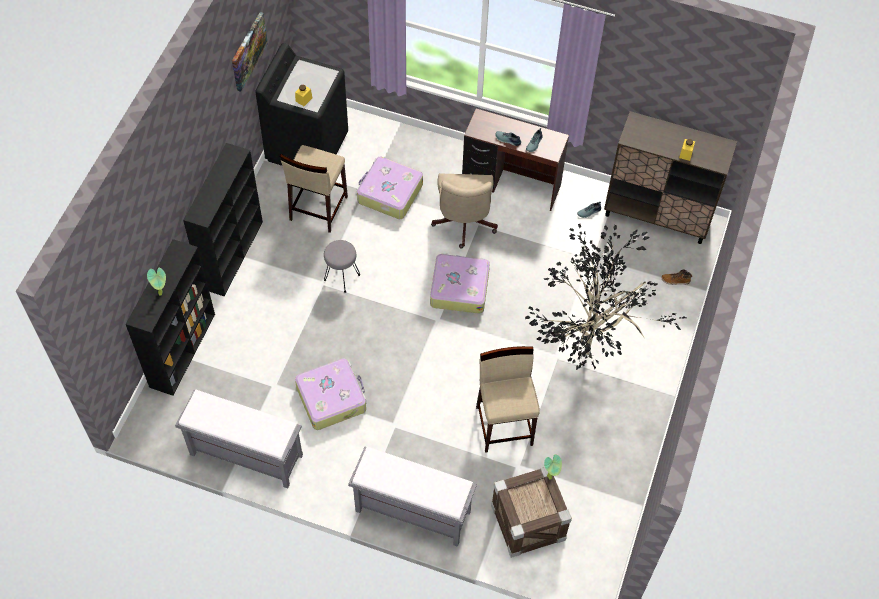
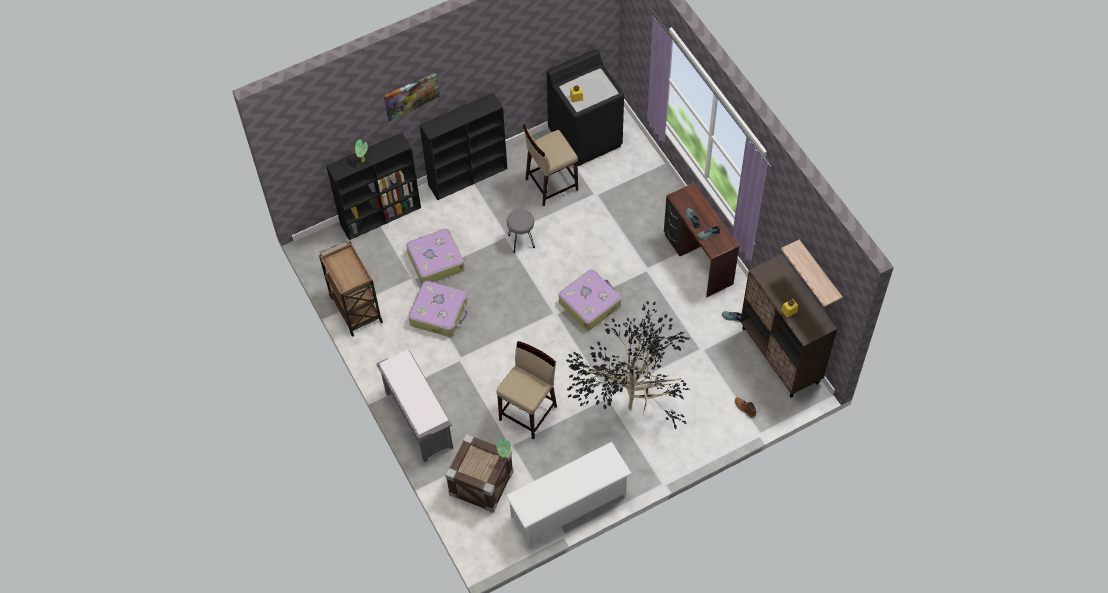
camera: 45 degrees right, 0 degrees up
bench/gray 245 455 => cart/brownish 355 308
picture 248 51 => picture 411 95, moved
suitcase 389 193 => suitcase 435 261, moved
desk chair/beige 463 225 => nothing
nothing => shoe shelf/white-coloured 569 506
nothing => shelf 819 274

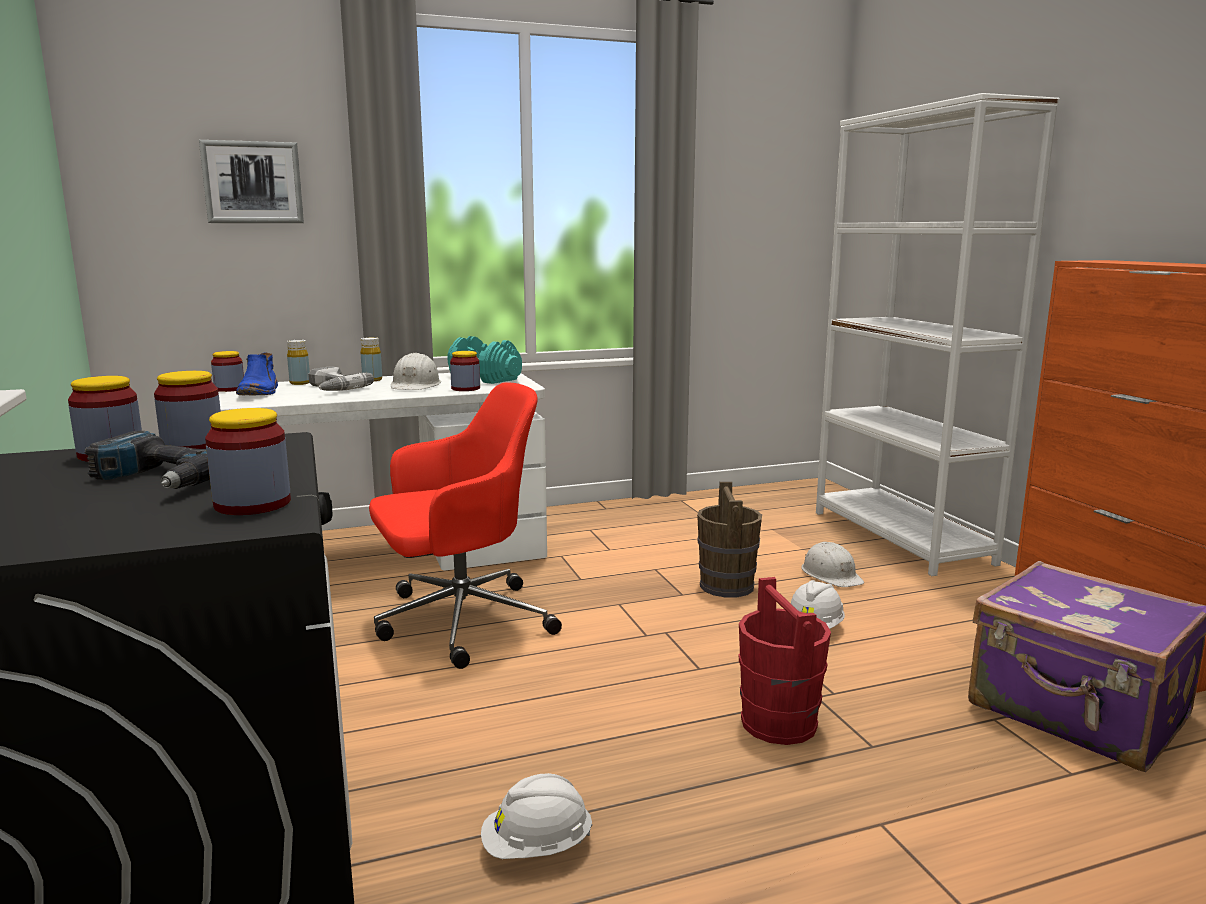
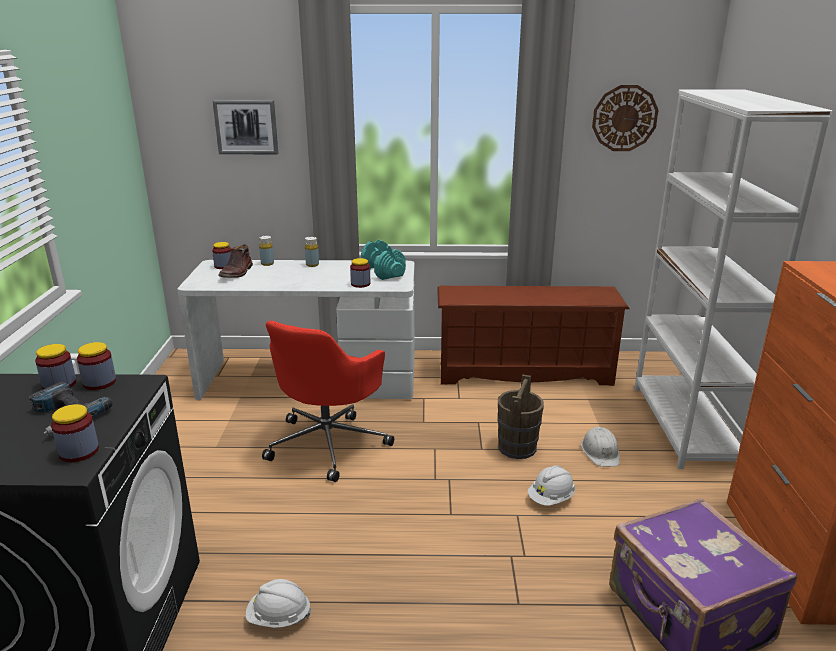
camera: 20 degrees right, 10 degrees up
high-top boot/blue 259 392 => high-top boot/brownish 237 272
electric drill 331 388 => nothing
desk chair/red 459 622 => desk chair/red 329 443, 120 degrees clockwise
hard hat/white-coloured 416 385 => nothing
water bucket/red 778 722 => nothing
nothing => shoe shelf/brownish 524 372
nothing => wall clock 624 118

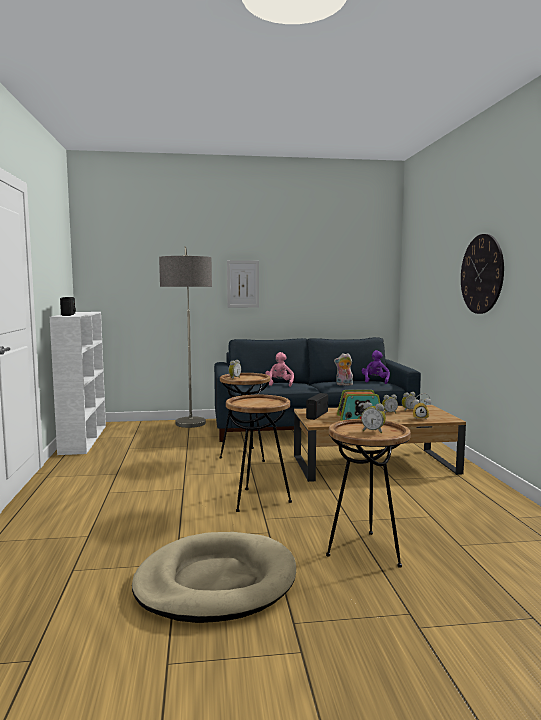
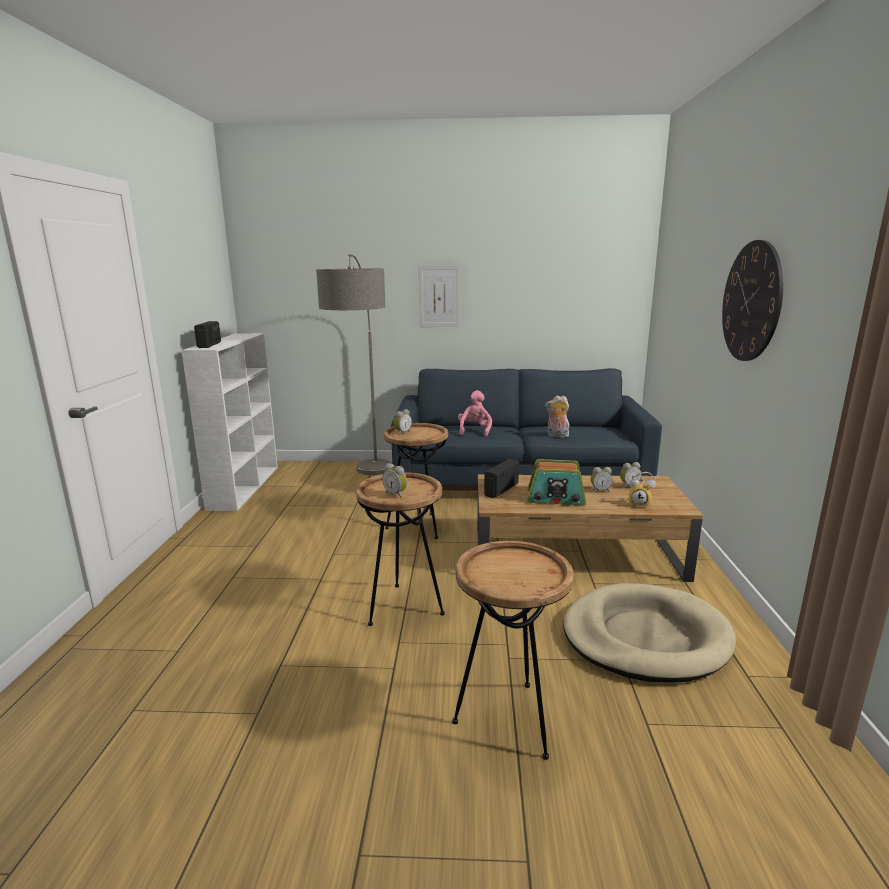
camera: 10 degrees right, 10 degrees up
pet bed/beige 215 582 => pet bed/beige 645 637, moved
alarm clock 373 431 => alarm clock 396 494, moved
soft toy/purple-coloured 375 381 => nothing

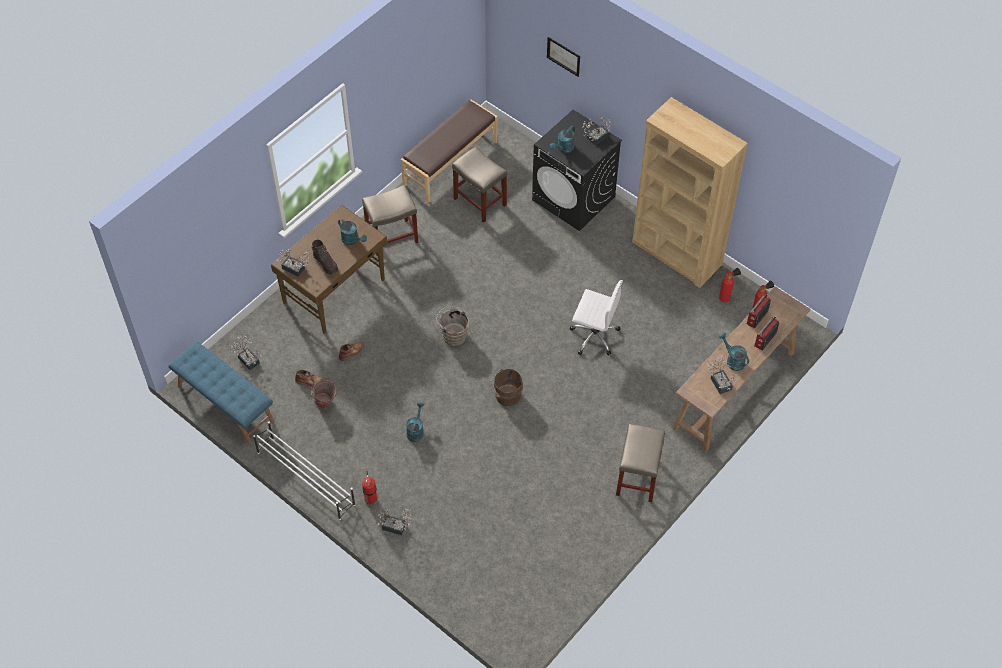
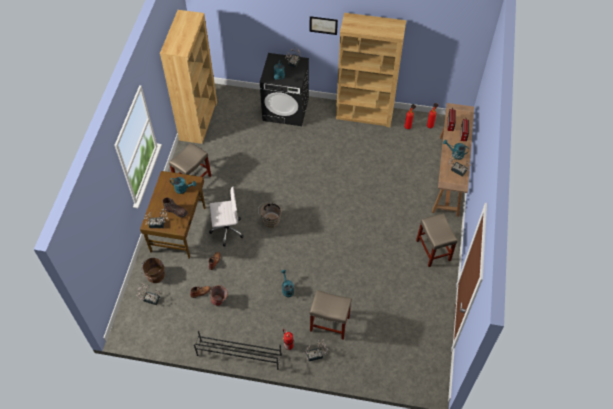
camera: 30 degrees left, 0 degrees up
bench/blue 225 403 => nothing
shoe shelf/white-coloured 305 478 => shoe shelf/black-coloured 238 355
bench/brownish 450 162 => bookcase/brownish 198 120
stool/beige 479 201 => stool/beige 329 324, moved
water bucket/brownish 506 395 => water bucket/brownish 155 275, moved
picture 563 56 => picture 323 25, moved
desk chair/white-coloured 593 335 => desk chair/white-coloured 226 230, moved

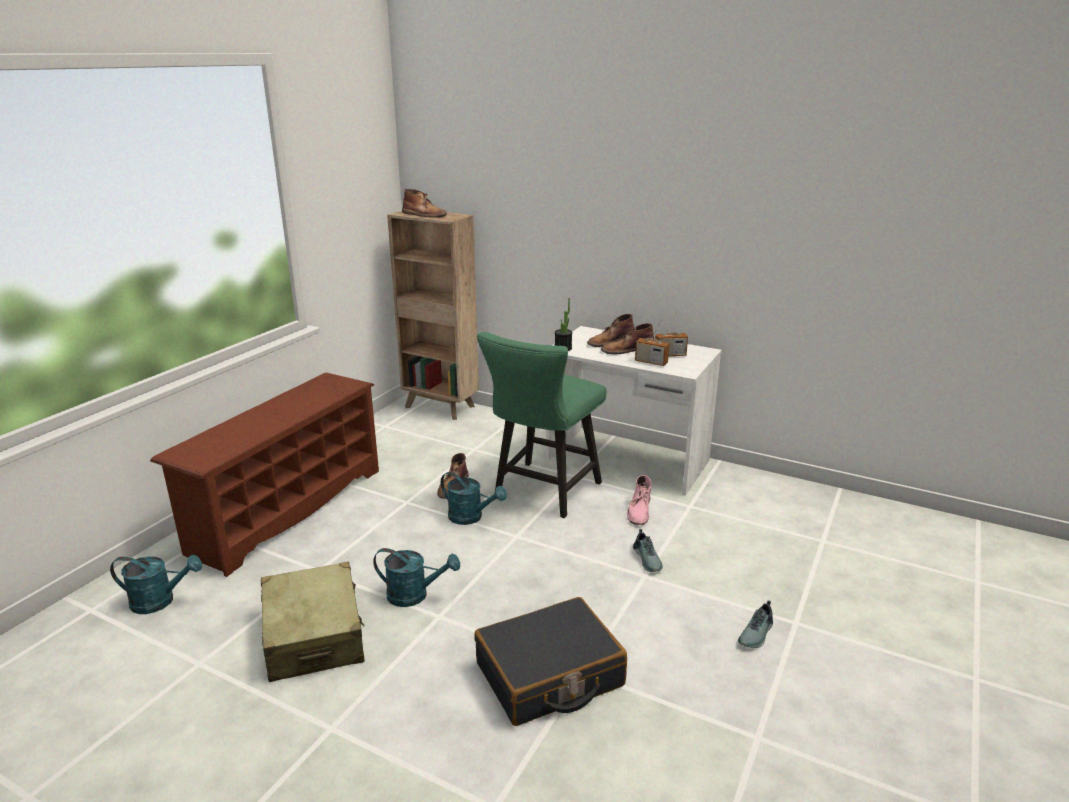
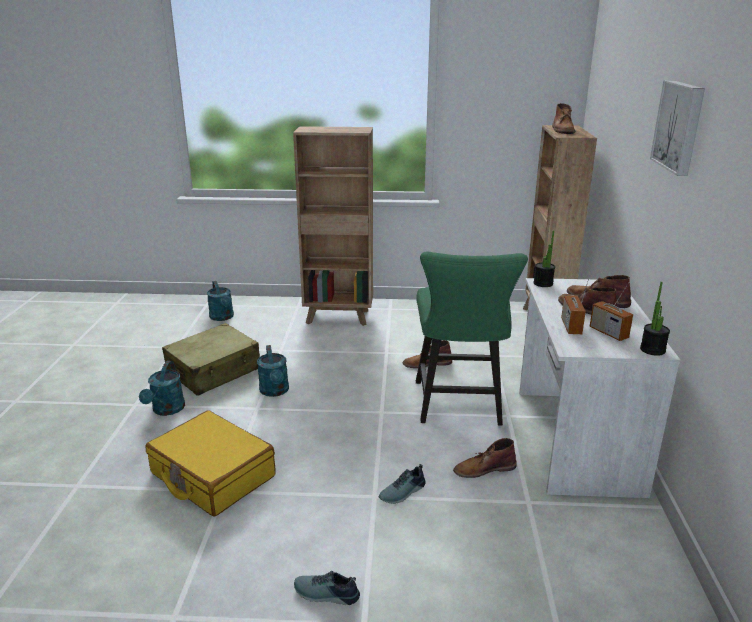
camera: 65 degrees right, 0 degrees up
shoe shelf/brownish 287 509 => bookcase/brownish 339 317
watering can/blue-green 471 517 => watering can/blue-green 166 410, moved
suitcase/black-coloured 549 675 => suitcase/yellowish 212 475
chair/green 542 493 => chair/green 459 407, 90 degrees counterclockwise
high-top boot/pinkish 639 511 => high-top boot/brownish 484 469
nothing => potted plant 652 350
nothing => picture 680 126

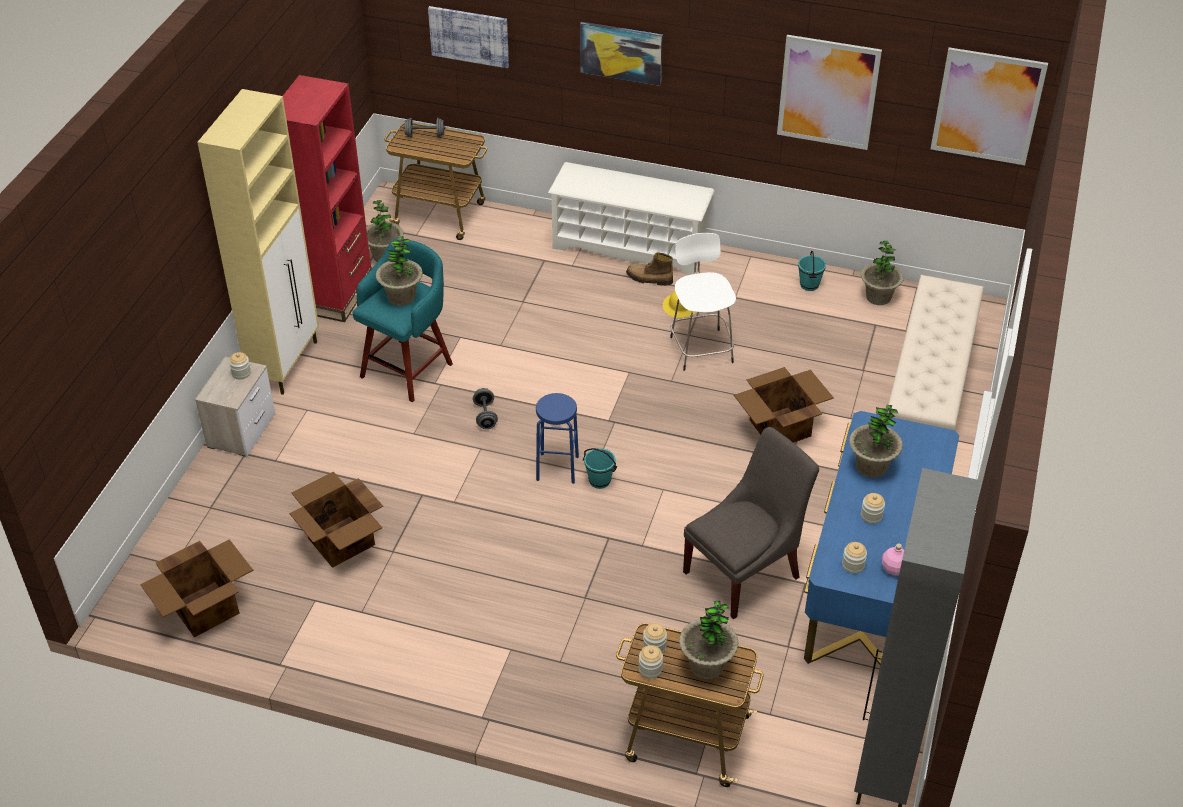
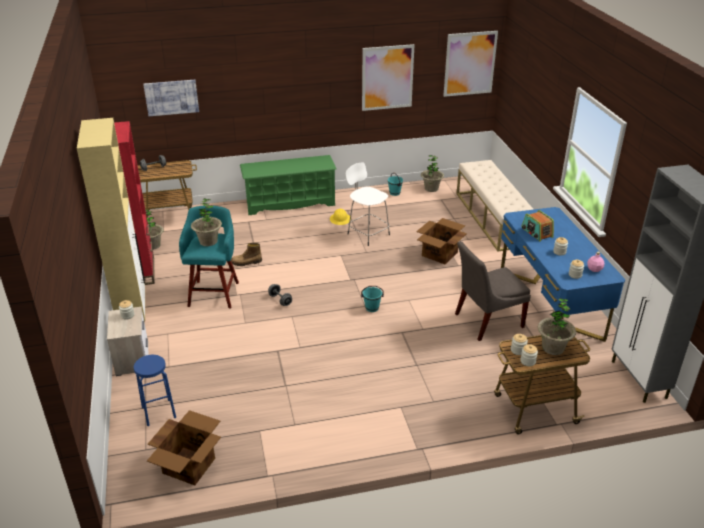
camera: 30 degrees left, 10 degrees down
cardboard box 341 542 => nothing
stool/blue 557 468 => stool/blue 158 412, moved
shoe shelf/white-coloured 630 247 => shoe shelf/green 290 203
picture 621 52 => nothing
high-top boot 649 279 => high-top boot 246 263, moved
chair/gray 745 572 => chair/gray 486 321, 135 degrees counterclockwise
potted plant 871 467 => radio set 536 232

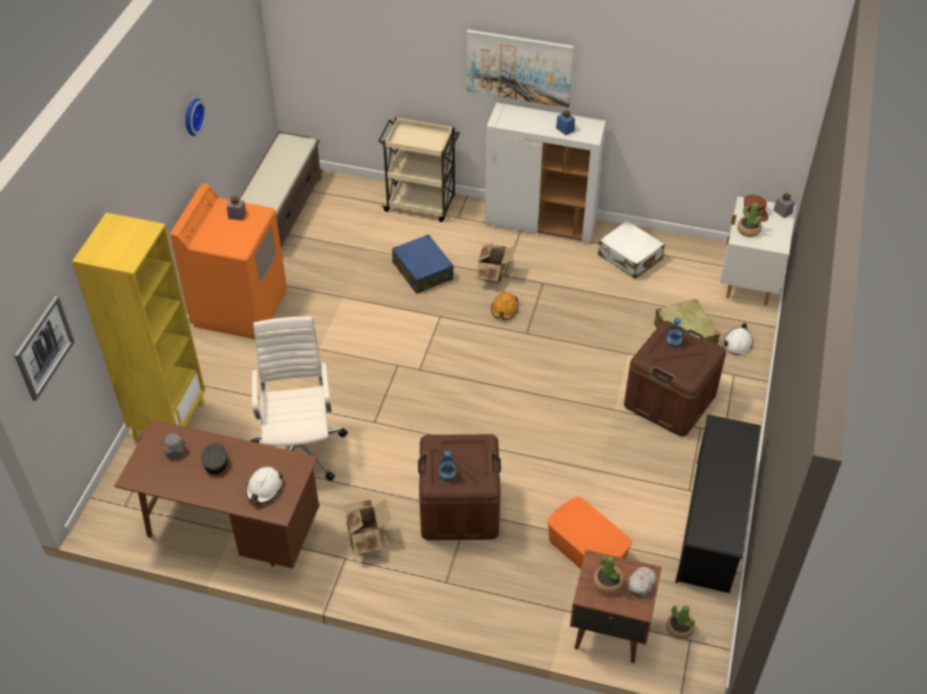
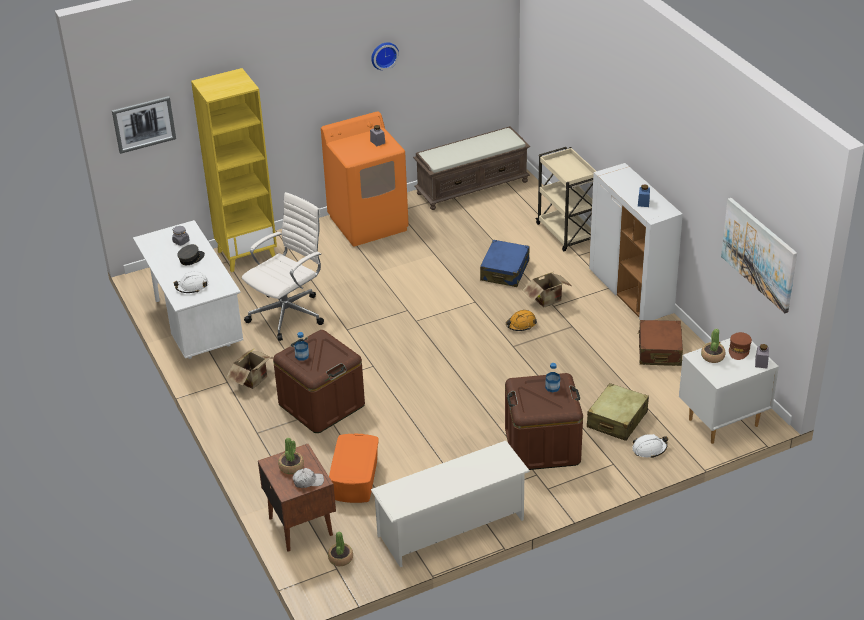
camera: 50 degrees right, 10 degrees down
desk table/brownish 231 531 => desk table/white-coloured 195 327
picture 519 67 => picture 759 254, moved
suitcase/white-coloured 630 257 => suitcase/brownish 659 351
shoe shelf/black-coloured 712 525 => shoe shelf/white-coloured 451 528

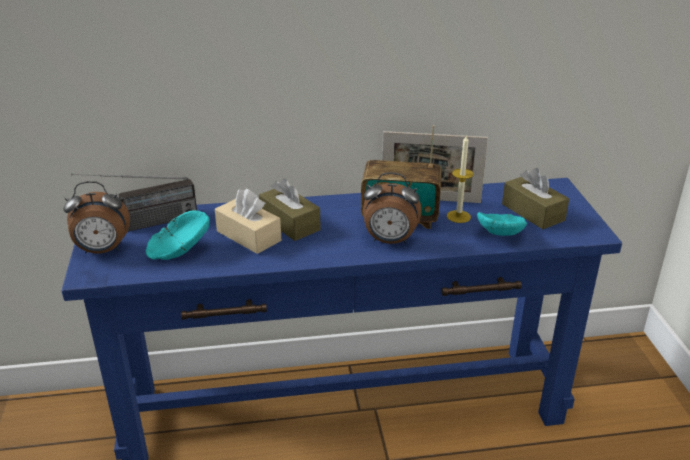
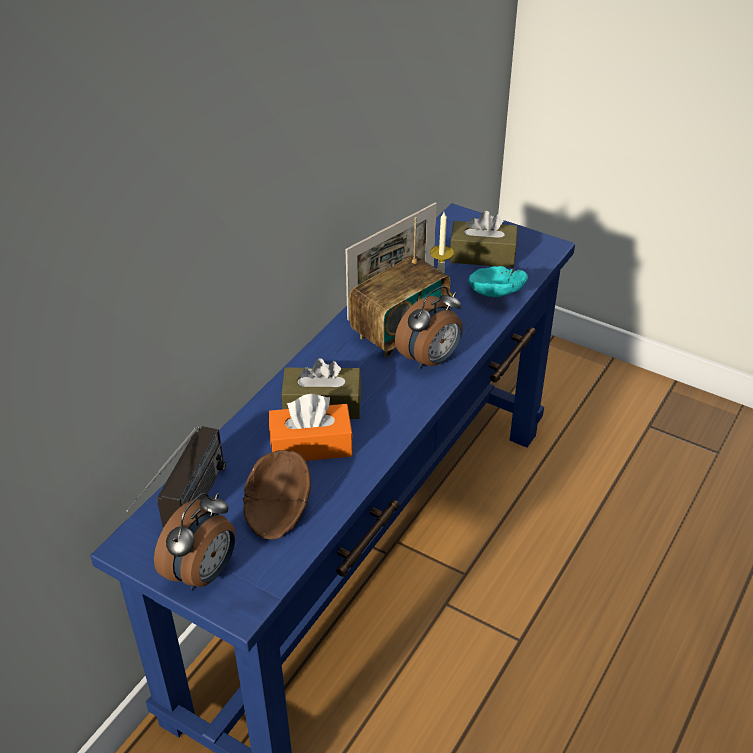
camera: 50 degrees left, 10 degrees up
serving bowl/blue-green 178 250 => serving bowl/brownish 276 511
tissue box/beige 248 236 => tissue box/orangey 311 445

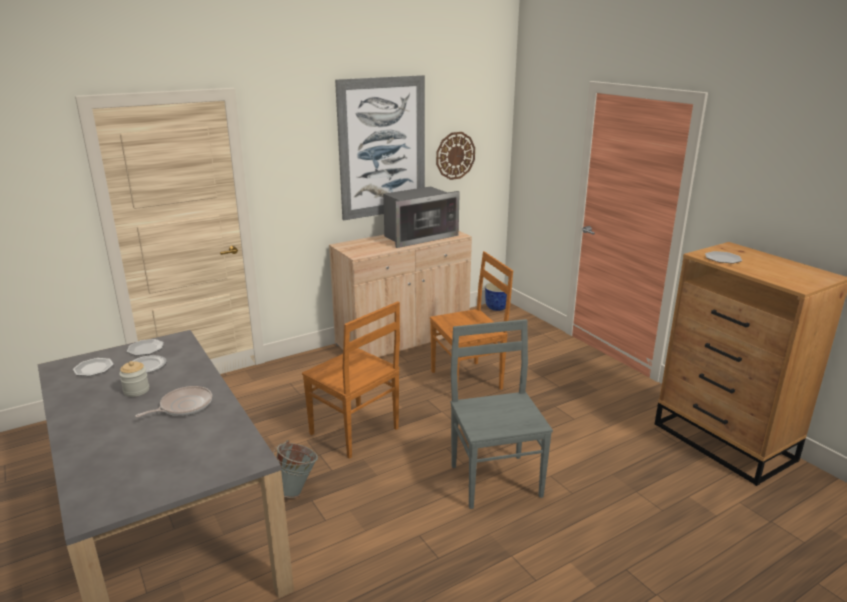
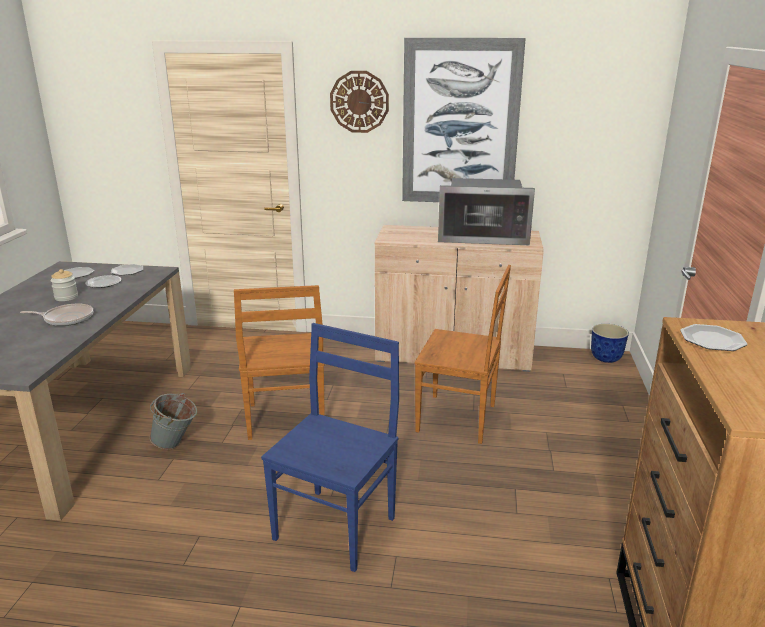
camera: 40 degrees right, 0 degrees up
wall clock 455 155 => wall clock 359 102, moved
chair/gray 495 479 => chair/blue 336 526

